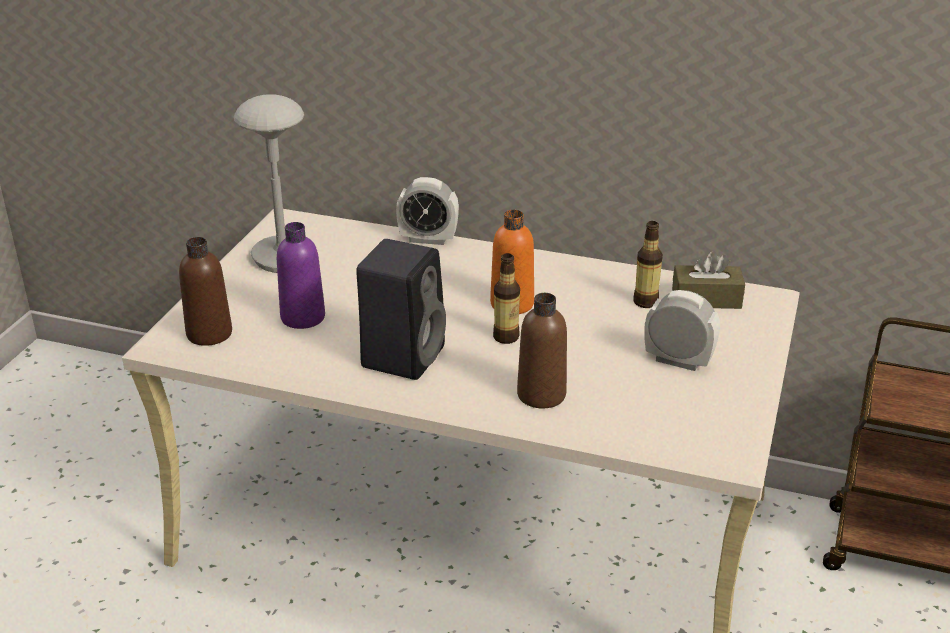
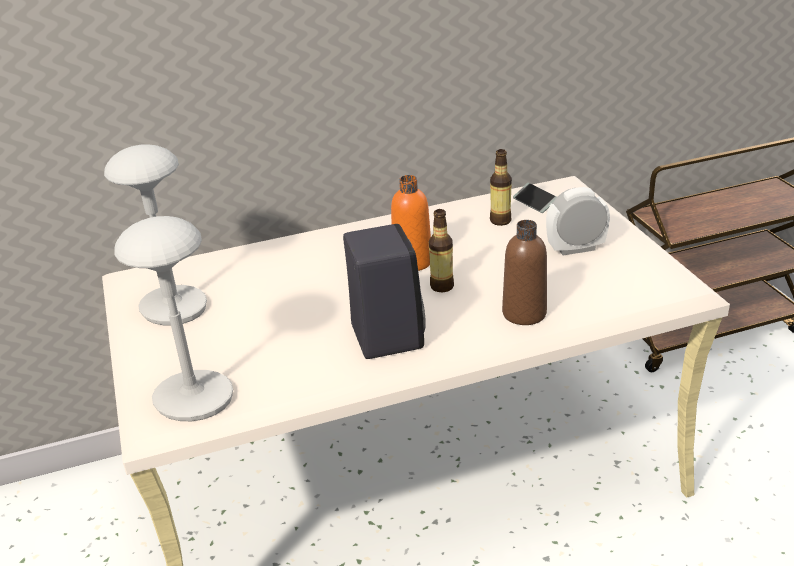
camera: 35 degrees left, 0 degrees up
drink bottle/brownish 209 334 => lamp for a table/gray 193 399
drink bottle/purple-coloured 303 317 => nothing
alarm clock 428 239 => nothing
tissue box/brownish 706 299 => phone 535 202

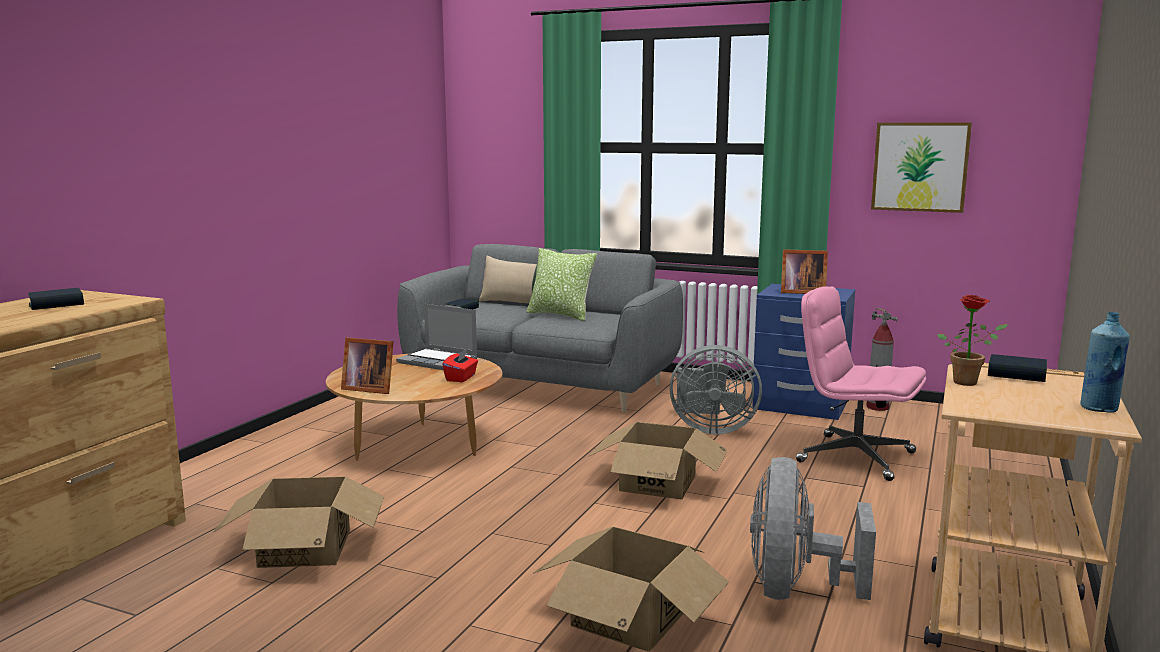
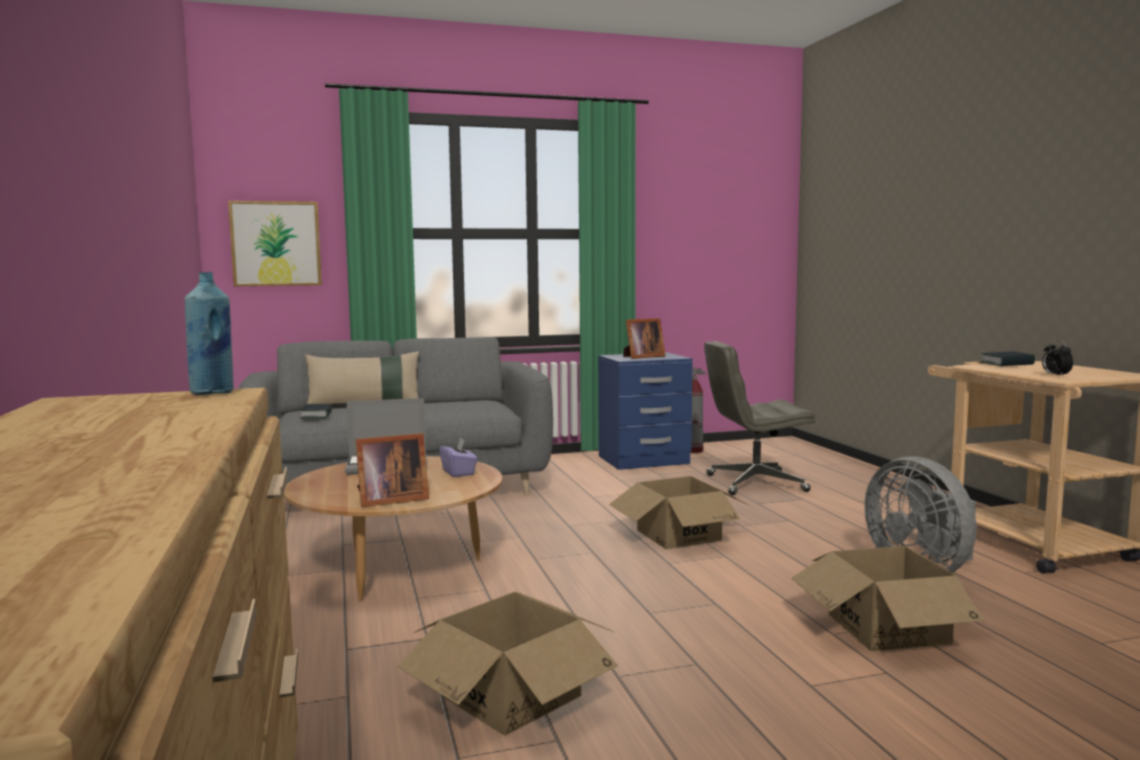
camera: 40 degrees left, 5 degrees down
bound book 56 304 => nothing
tissue box/red 461 378 => tissue box/purple-coloured 459 472
throw pillow 560 315 => nothing
electric fan/gray 710 429 => nothing
desk chair/pinkish 854 457 => desk chair/gray 754 483
picture 920 167 => picture 276 244, moved
potted plant 968 382 => nothing
drink bottle/blue 1099 409 => drink bottle/blue 213 393, moved
nothing => alarm clock 1055 376

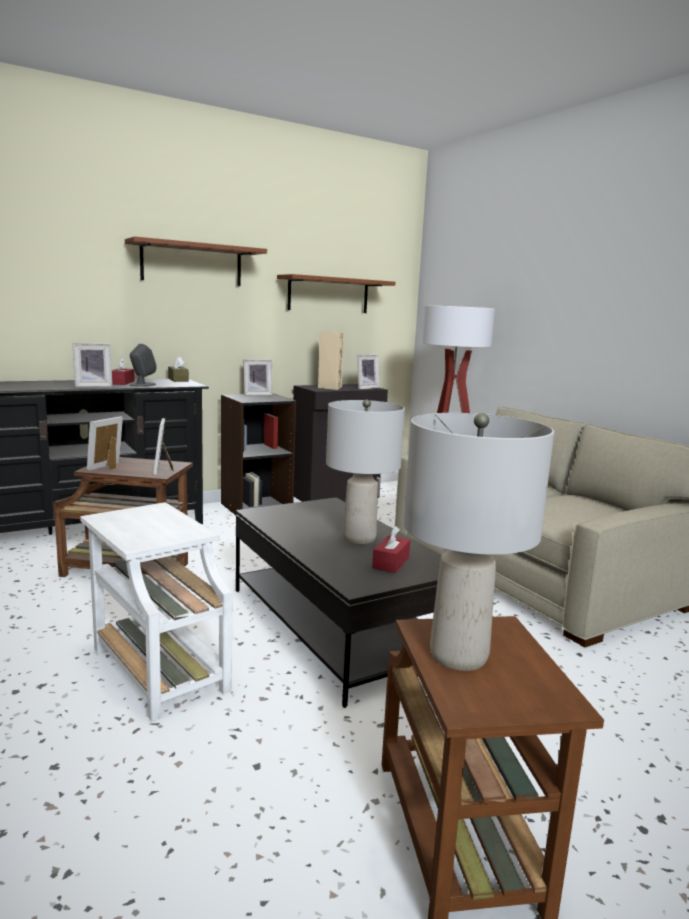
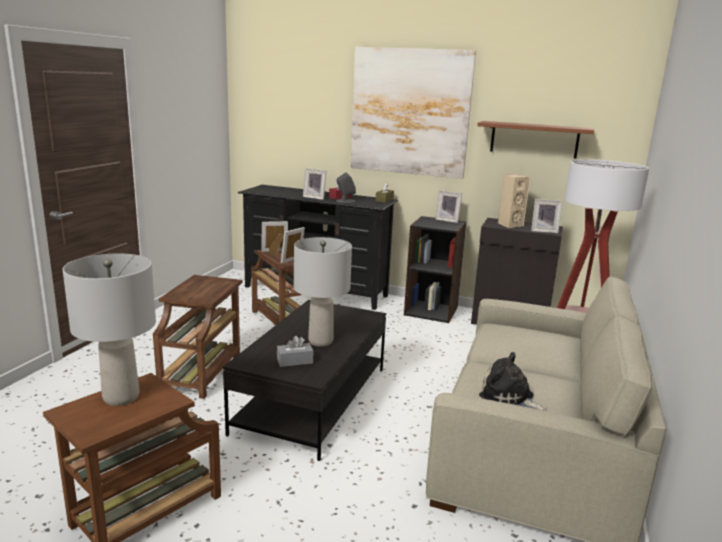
camera: 50 degrees right, 5 degrees up
end table/white-coloured 157 668 => end table/brownish 202 372
shelf/brownish 192 264 => picture 410 112
tissue box/red 391 562 => tissue box/gray 295 361
nothing => soft toy 509 398

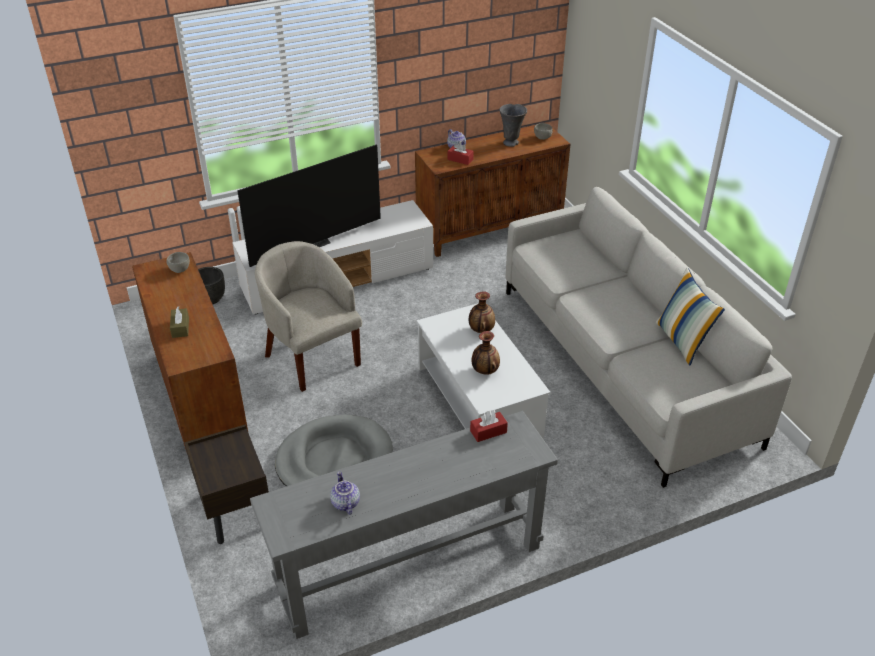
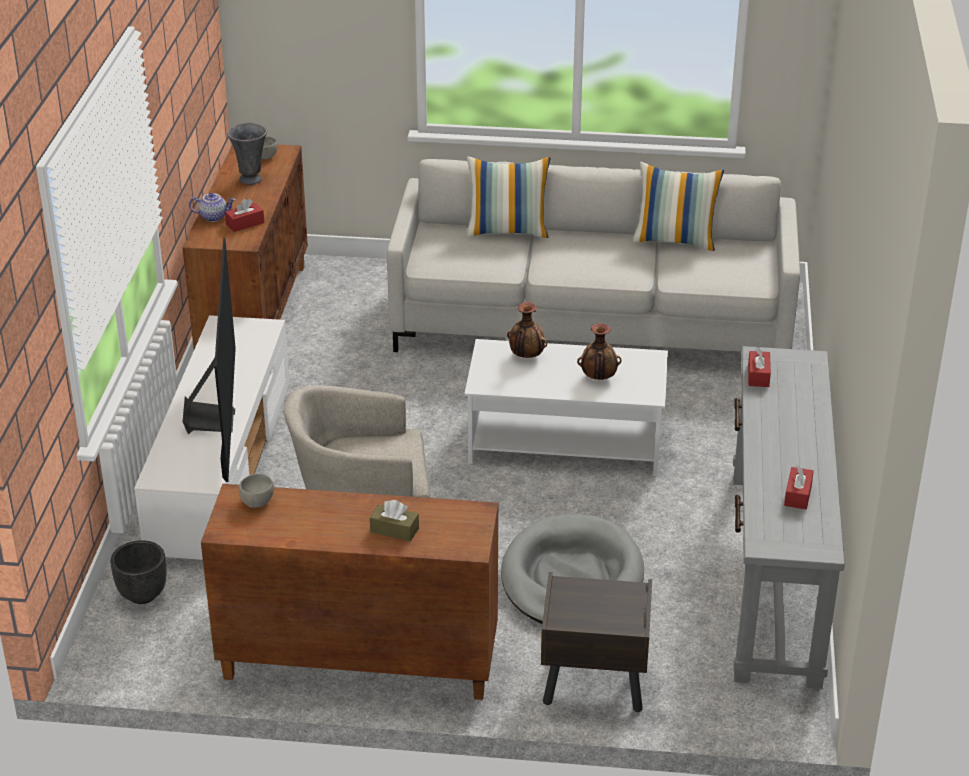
camera: 60 degrees left, 5 degrees down
pot for tea 344 503 => tissue box/red 798 495
nothing => throw pillow 507 231

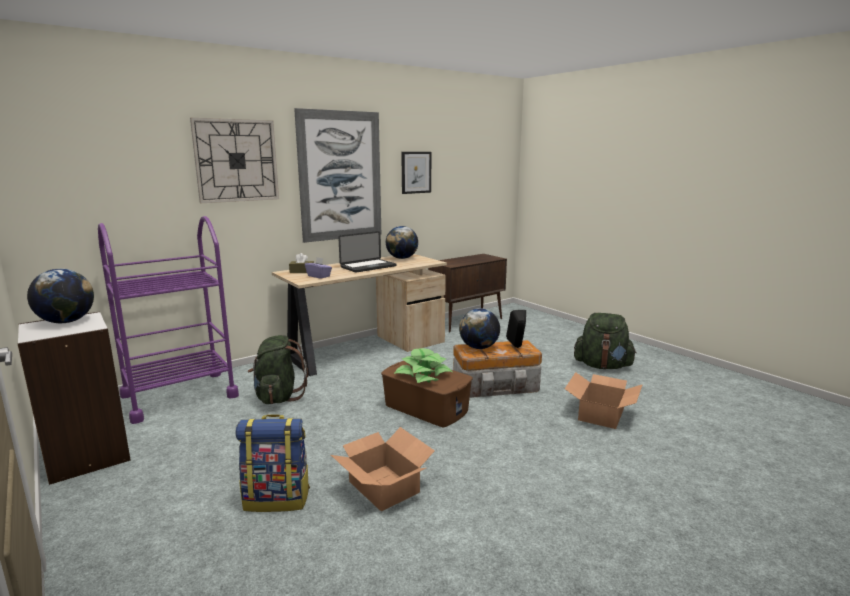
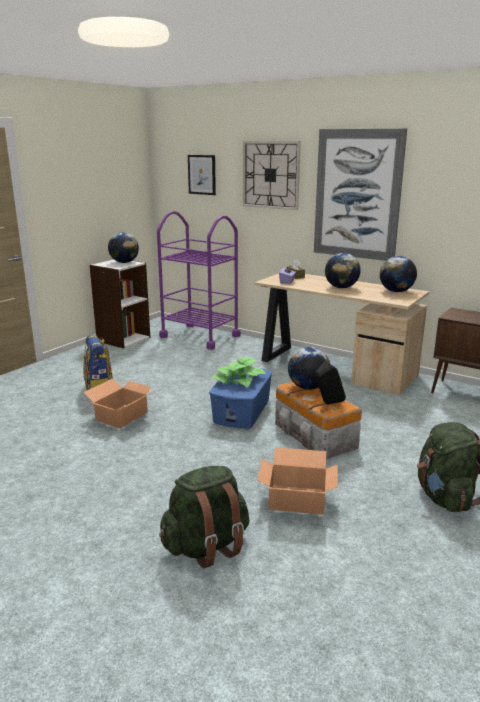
camera: 70 degrees right, 5 degrees up
knapsack/green 278 397 => knapsack/green 206 546, moved
notebook computer 368 267 => desk globe 341 287
storage box/brownish 426 408 => storage box/blue 242 411
picture 416 172 => picture 202 174, moved

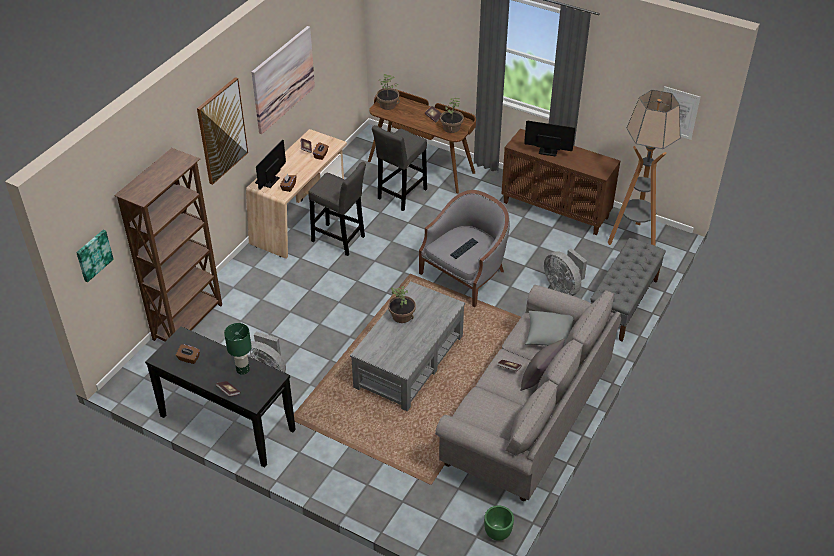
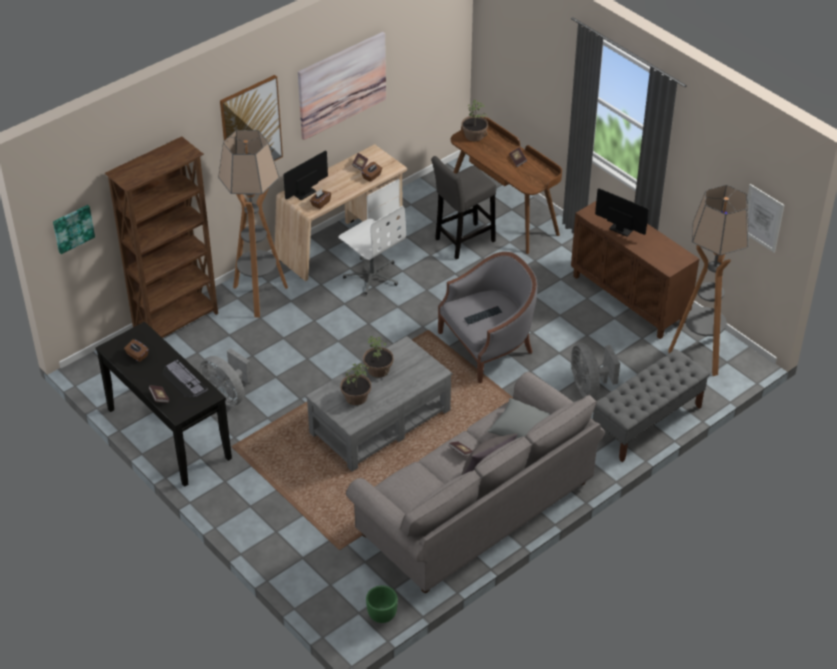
camera: 20 degrees right, 0 degrees up
lamp for a table/green 242 370 => computer keyboard 182 380
stool/gray 340 240 => desk chair/white-coloured 372 275
potted plant 451 128 => potted plant 356 397, moved
nothing => standard lamp 259 296

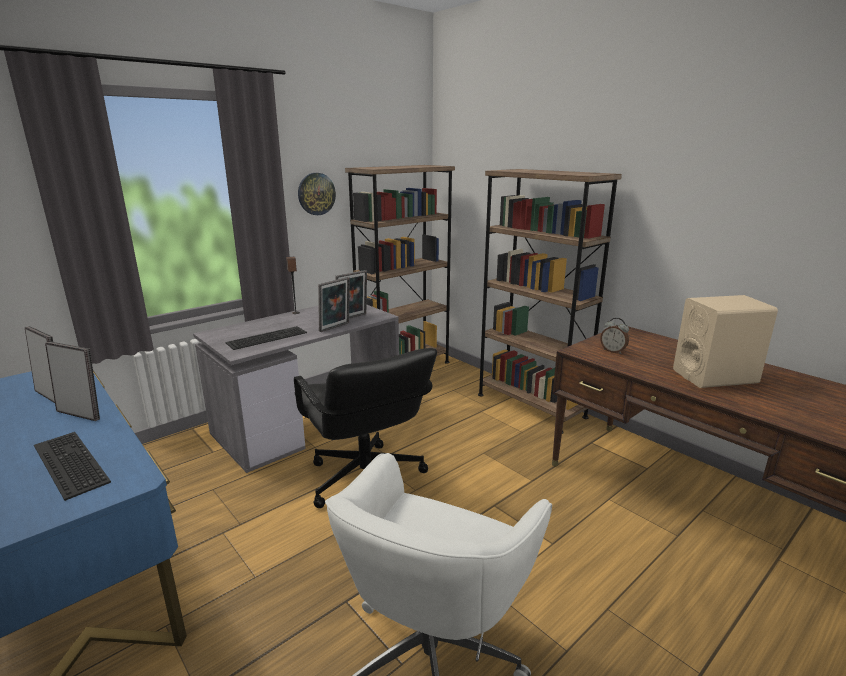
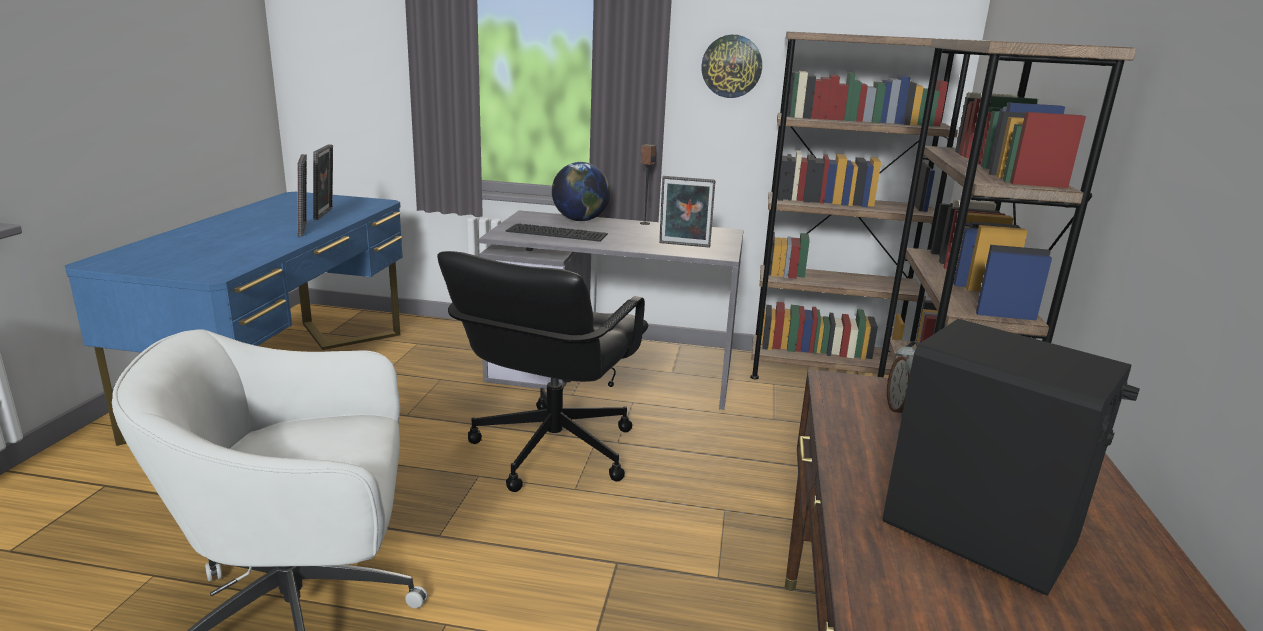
camera: 50 degrees right, 0 degrees up
computer keyboard 67 463 => nothing
picture frame 335 327 => nothing
speaker/beige 714 376 => speaker/black-coloured 980 533
nothing => desk globe 580 220

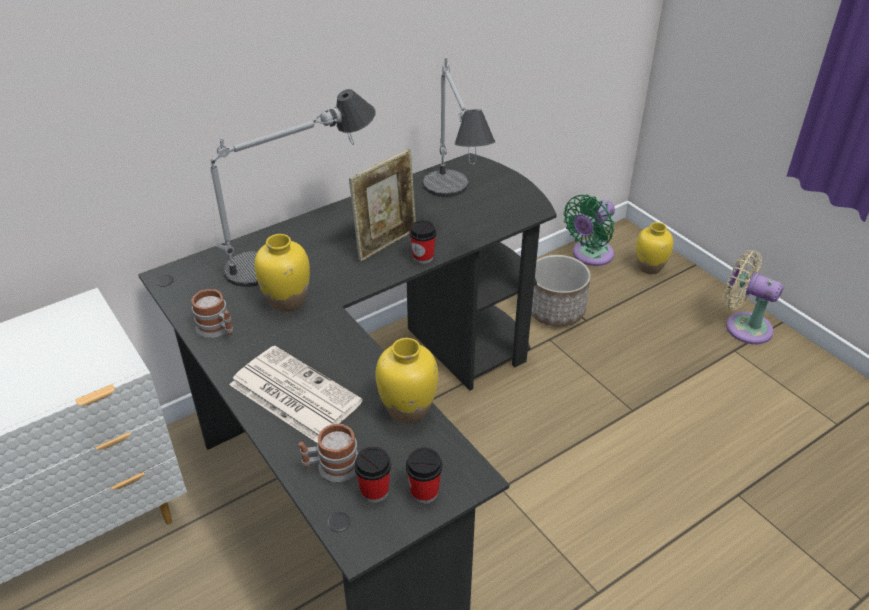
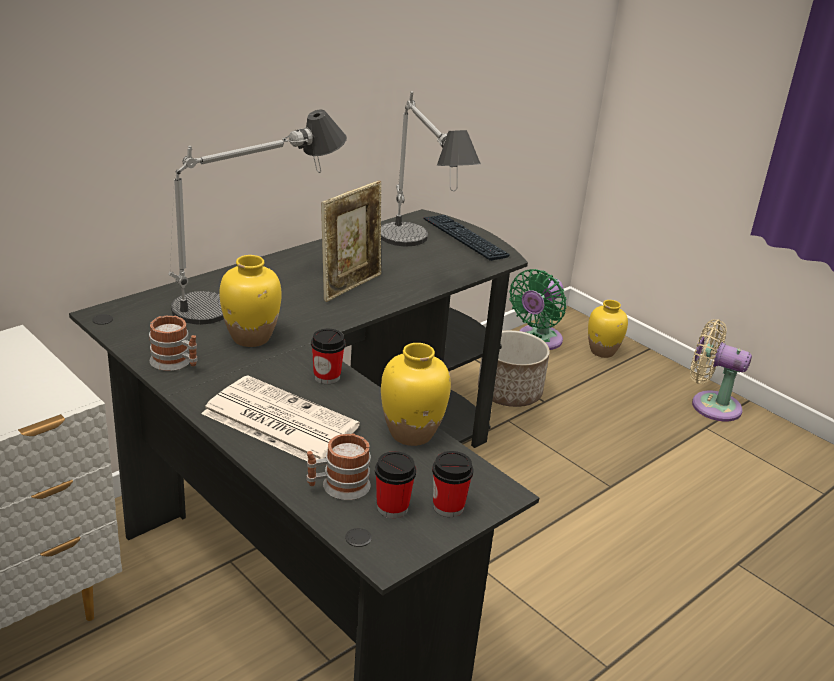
camera: 10 degrees left, 10 degrees down
small cup 423 257 => small cup 327 377, moved
nothing => computer keyboard 465 238

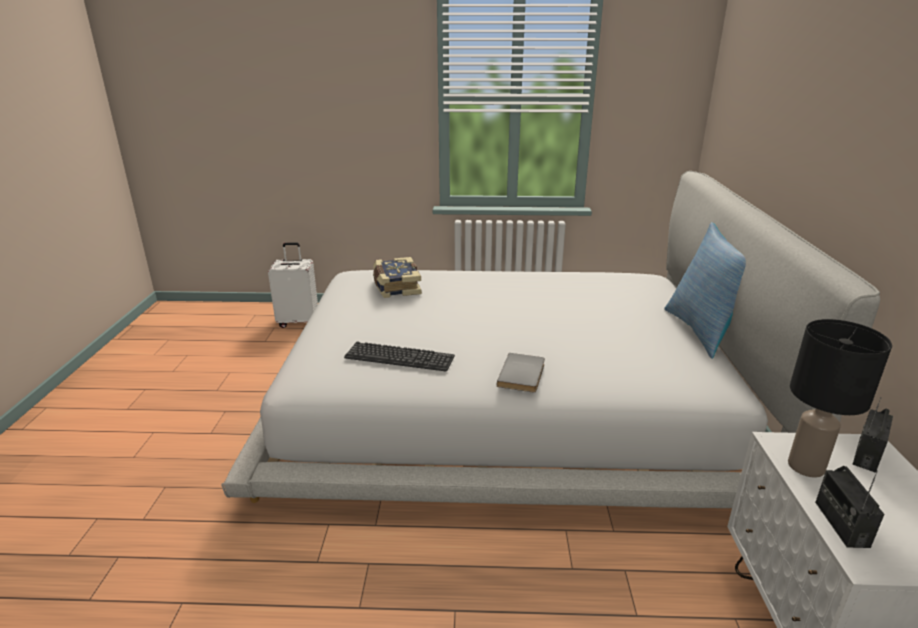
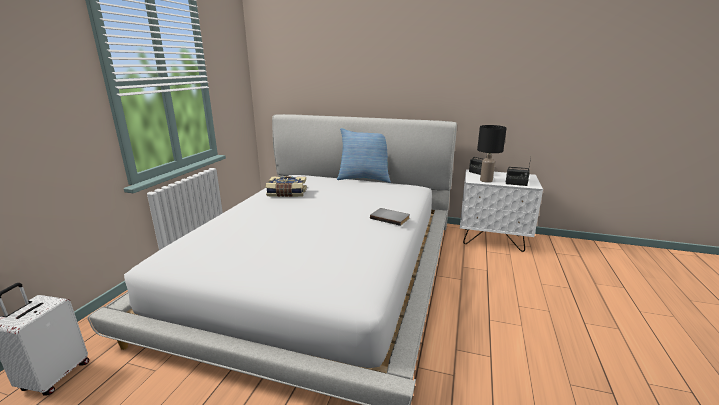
camera: 75 degrees left, 5 degrees down
computer keyboard 399 357 => nothing
bound book 396 287 => bound book 287 193, moved

